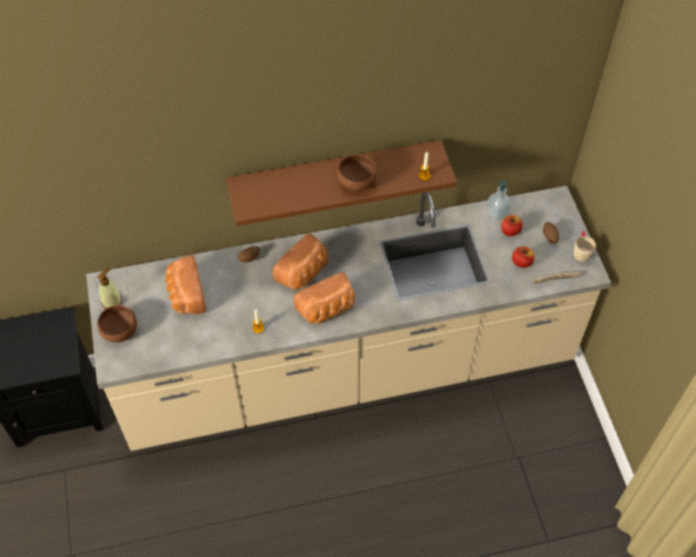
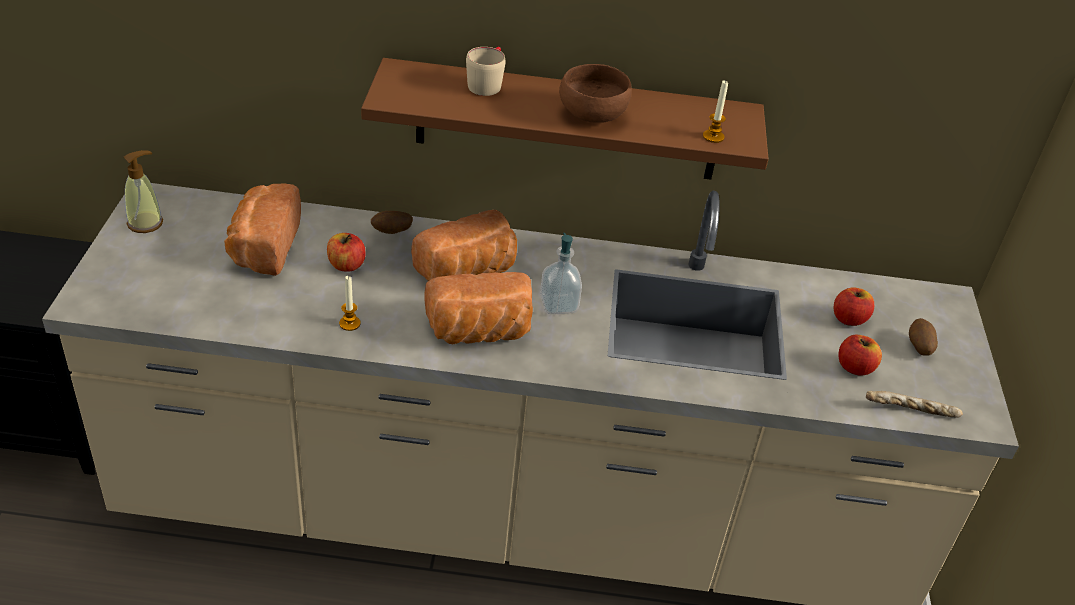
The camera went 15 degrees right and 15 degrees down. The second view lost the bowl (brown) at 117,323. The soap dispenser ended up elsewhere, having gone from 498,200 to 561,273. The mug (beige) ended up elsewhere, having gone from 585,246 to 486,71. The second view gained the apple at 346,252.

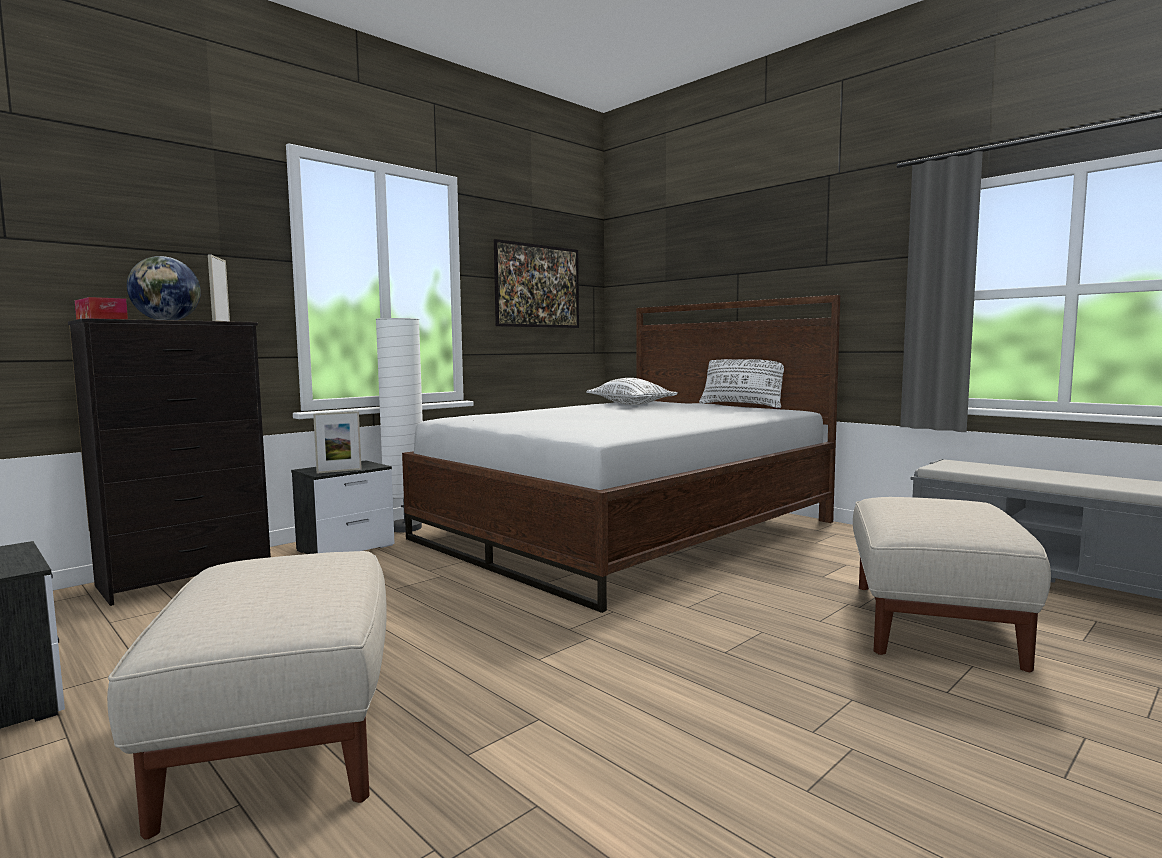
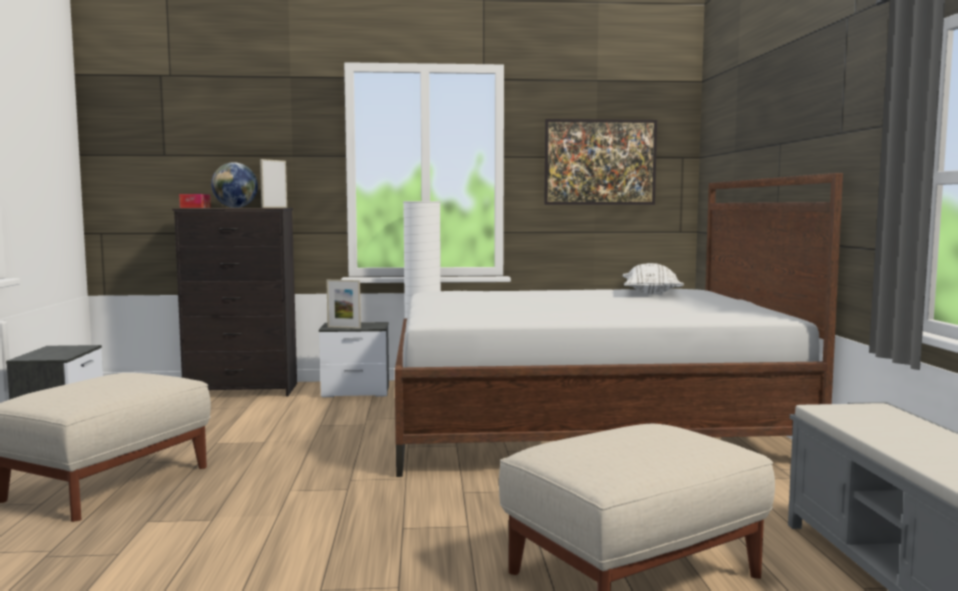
The camera went 40 degrees right and 0 degrees up. The second view lost the pillow (white) at 741,383.

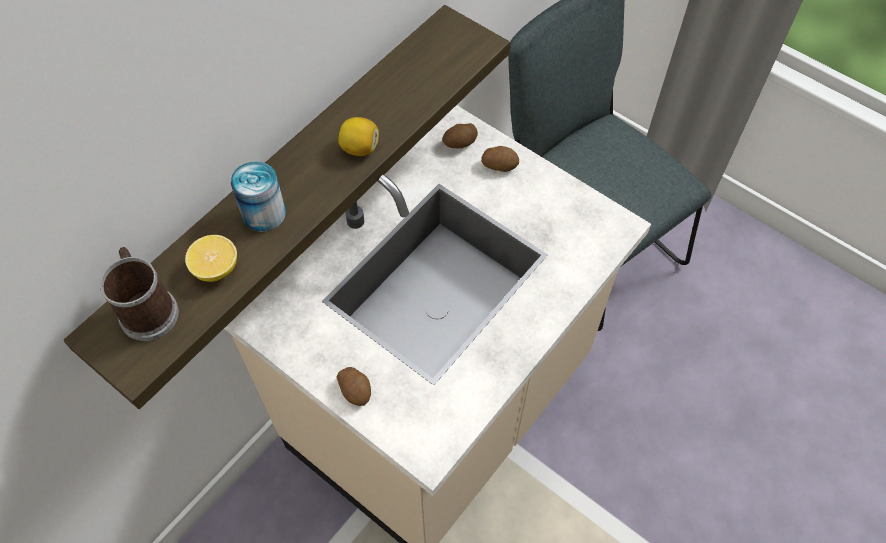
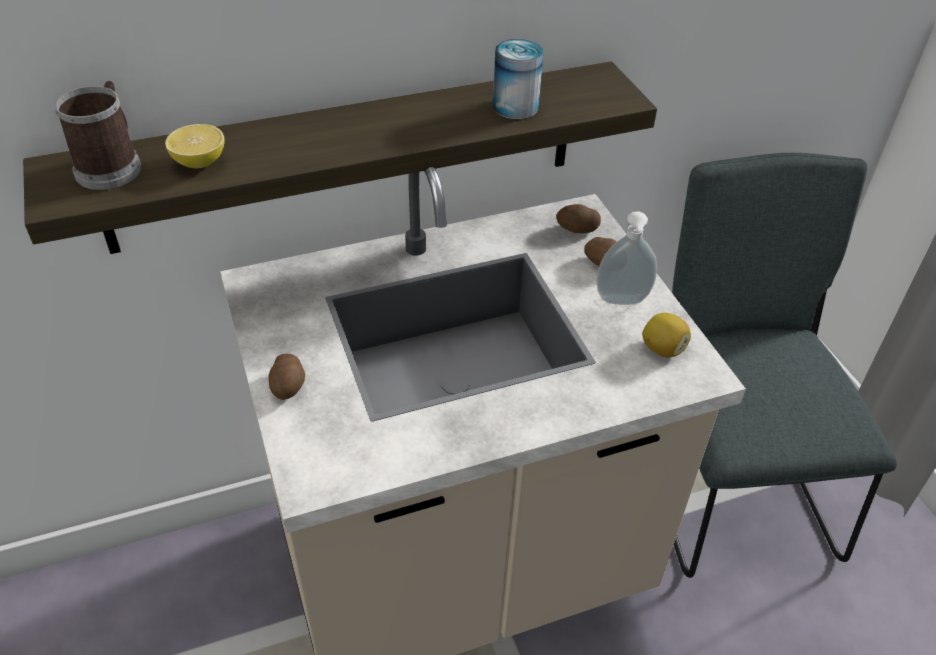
The camera went 30 degrees right and 15 degrees down. The can ended up elsewhere, having gone from 258,196 to 518,79. The lemon ended up elsewhere, having gone from 358,136 to 667,335. The second view gained the soap dispenser at 626,258.

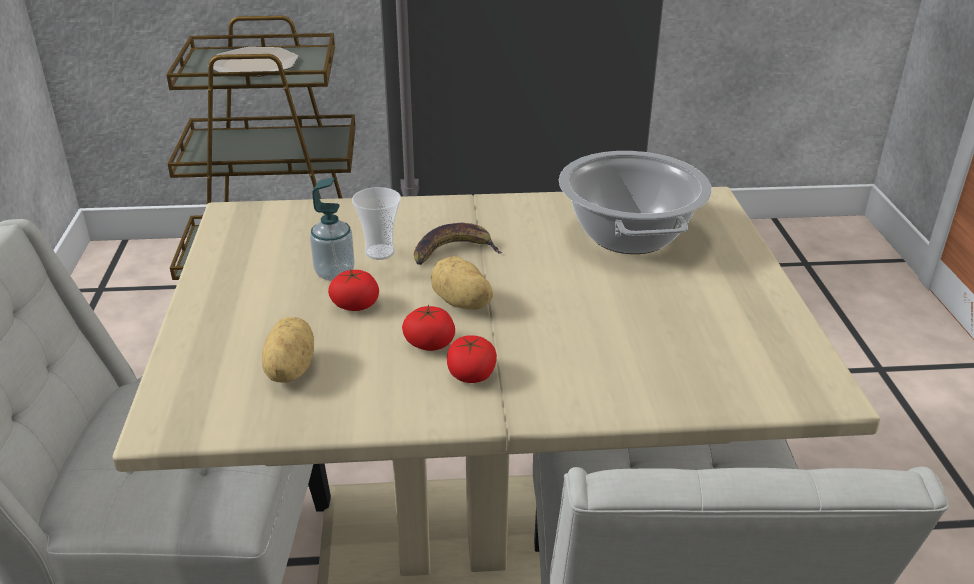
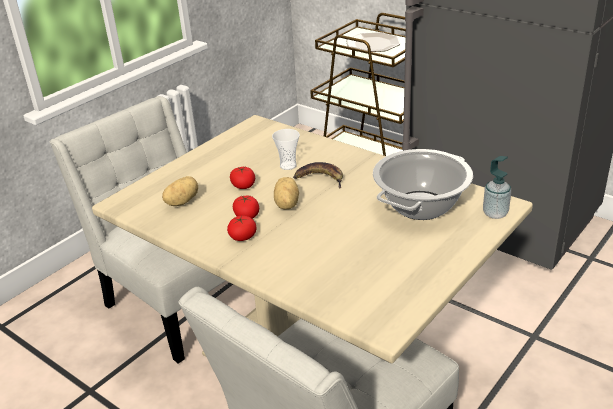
The camera went 45 degrees right and 0 degrees up. The soap dispenser ended up elsewhere, having gone from 332,229 to 497,187.

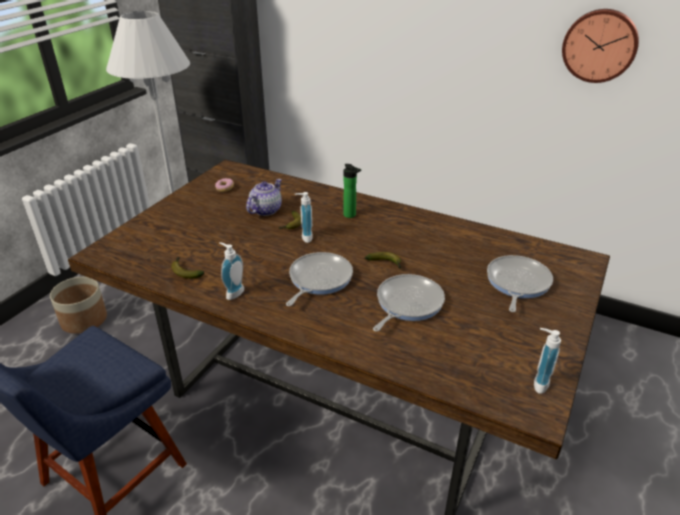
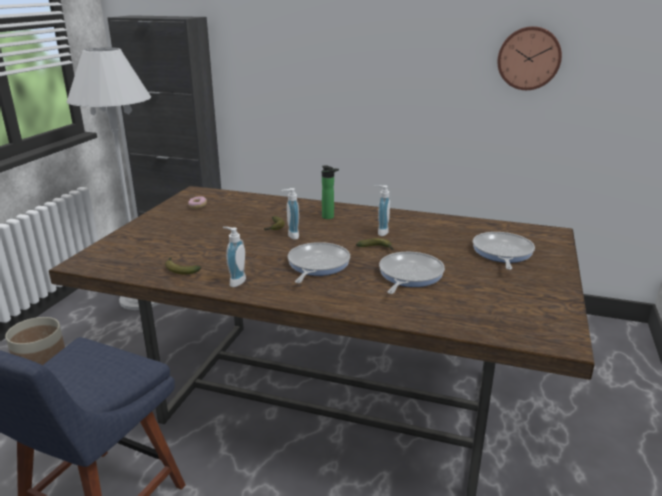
The camera went 10 degrees left and 10 degrees down. The second view lost the teapot at 264,197. The soap dispenser ended up elsewhere, having gone from 547,361 to 382,210.

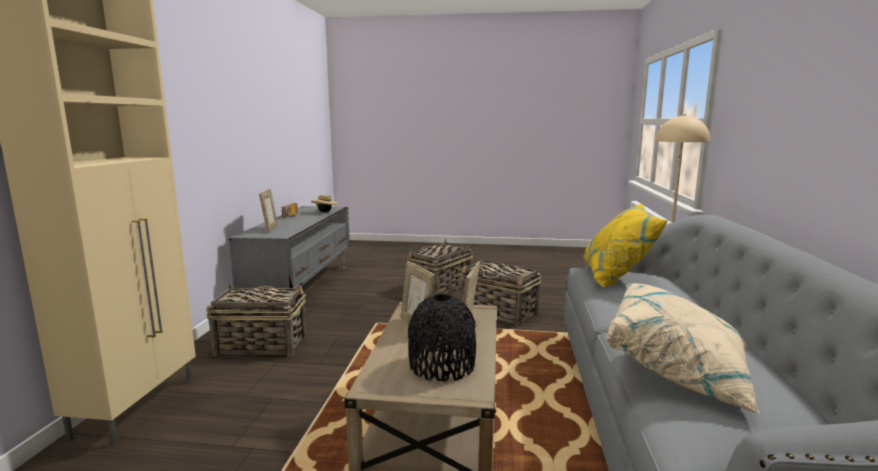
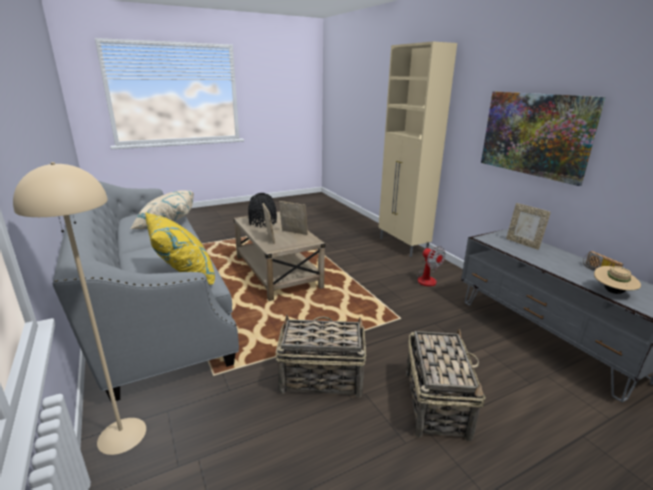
The camera went 145 degrees right and 10 degrees up. Where the basket stood at 256,319, the fan came to stand at 431,266. The second view gained the picture at 543,138.

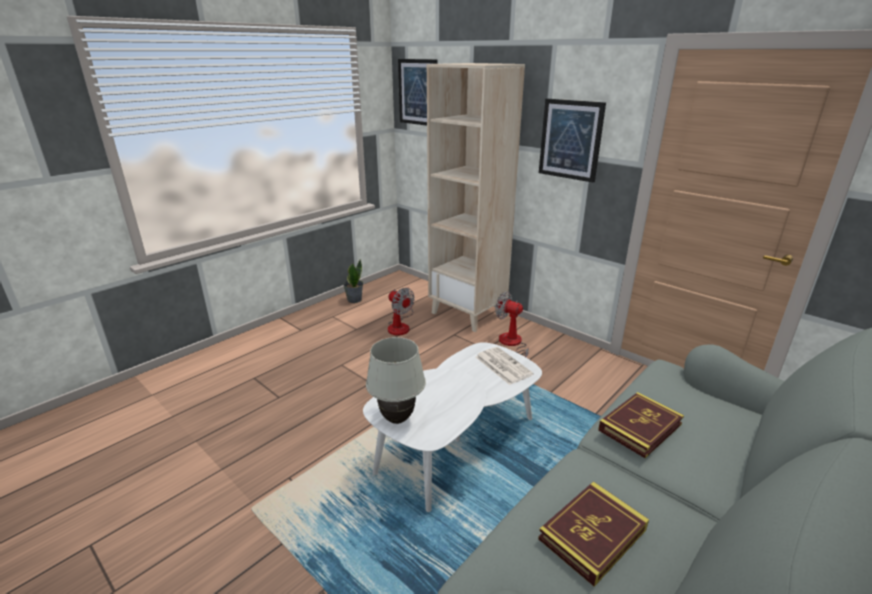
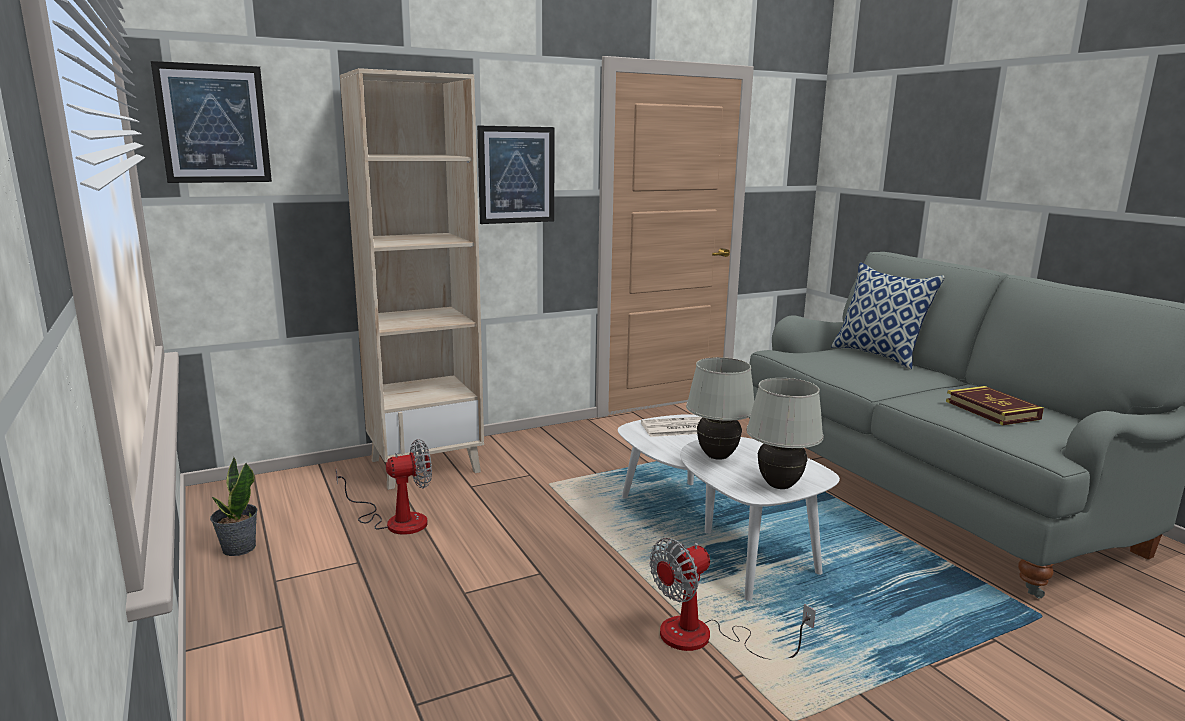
The camera went 70 degrees left and 10 degrees down. The fan ended up elsewhere, having gone from 512,324 to 732,599. The second view lost the book at 641,425. The second view gained the table lamp (white) at 720,408. The second view gained the pillow at 888,316.

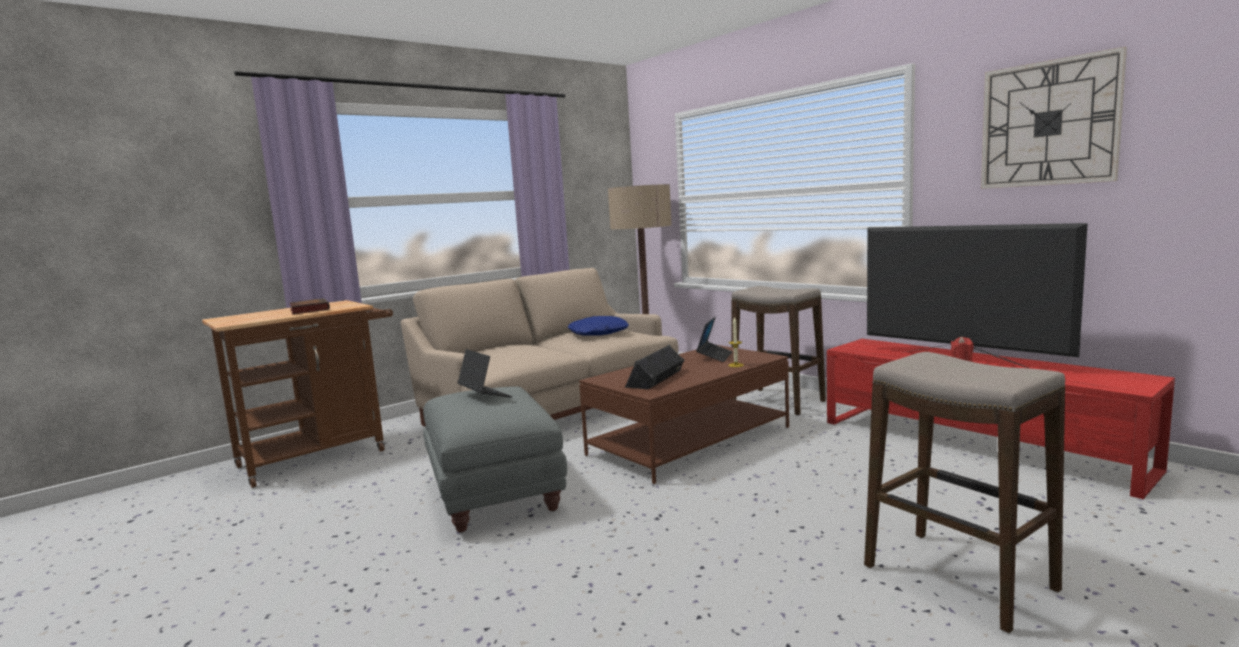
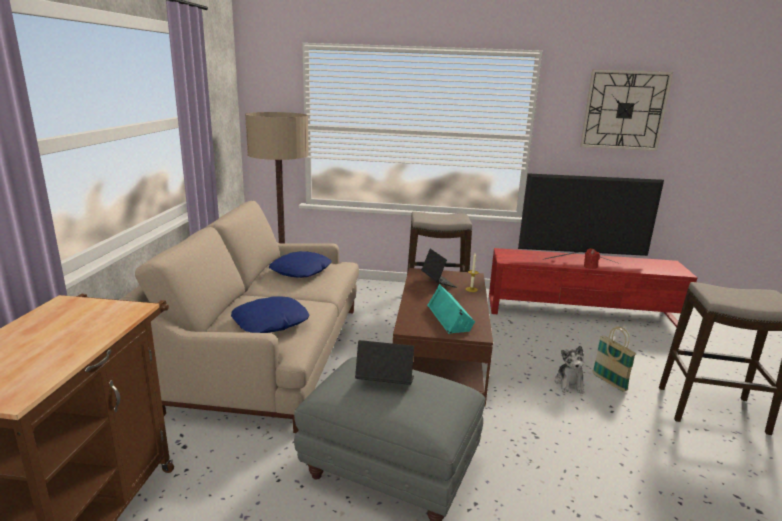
The camera went 45 degrees left and 10 degrees up. The second view lost the book at 309,306. What was the speaker (black) at 654,367 turned into the speaker (turquoise) at 451,309. The second view gained the pillow (blue) at 270,314. The second view gained the plush toy at 570,369. The second view gained the basket at 614,359.

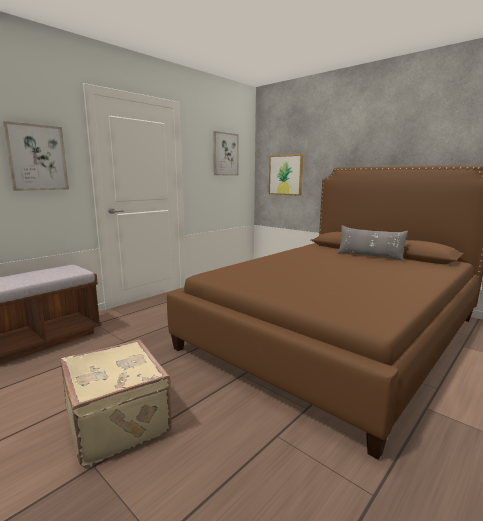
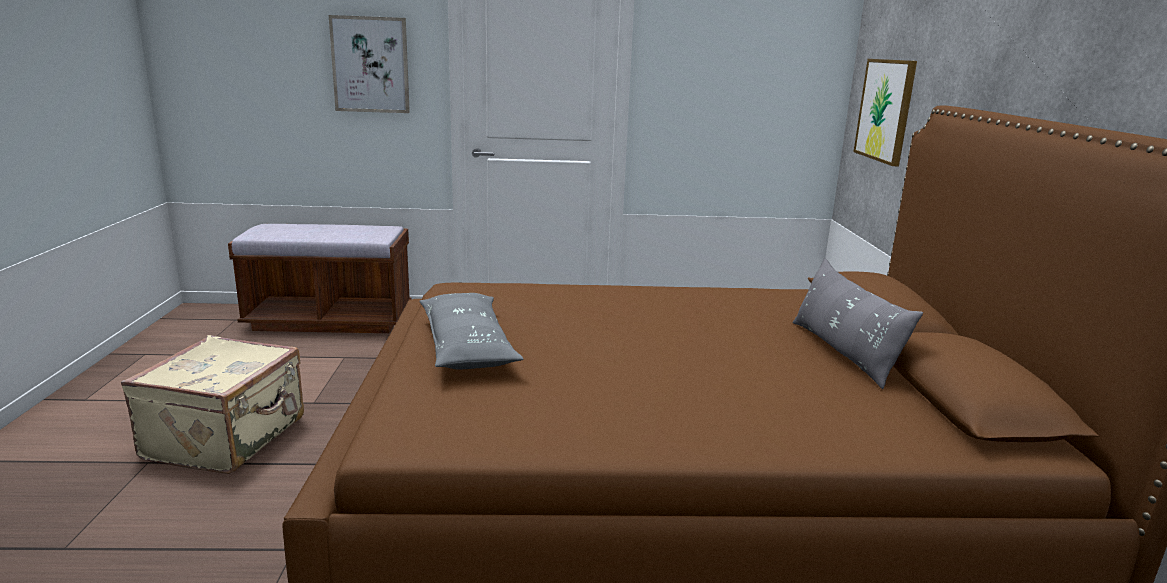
The camera went 45 degrees right and 5 degrees up. The second view lost the picture at 225,153. The second view gained the pillow (grey) at 471,331.

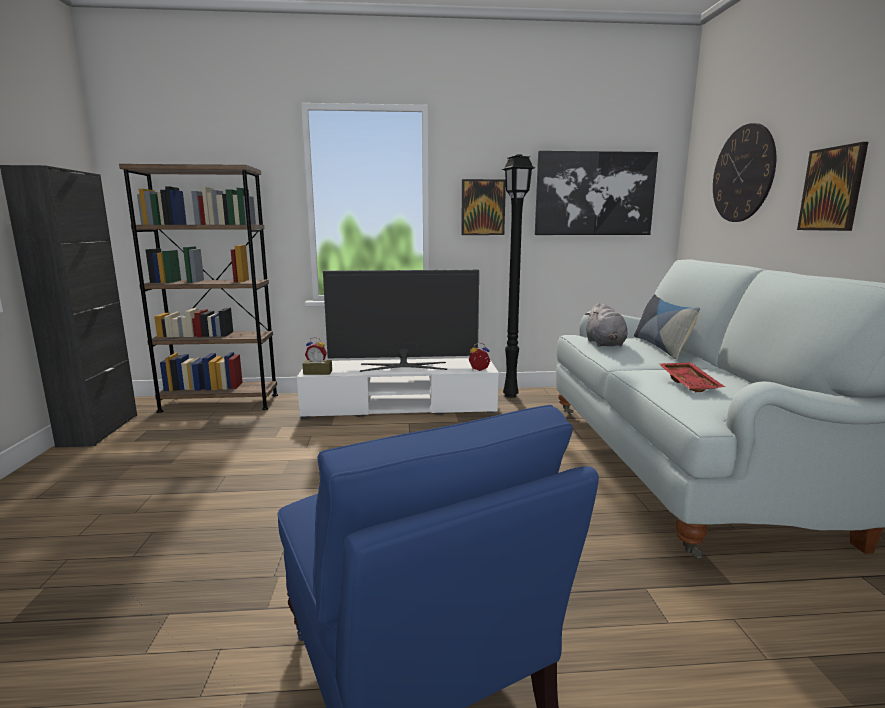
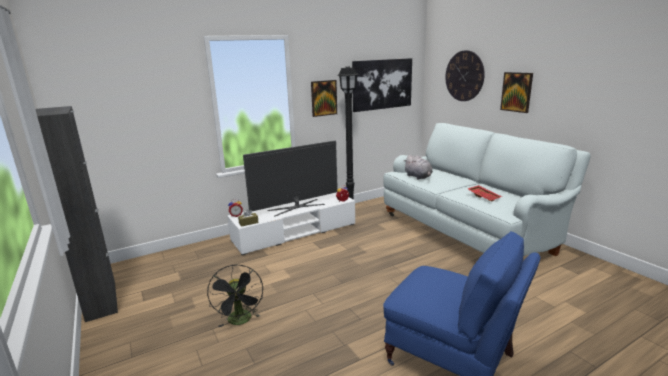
The camera went 25 degrees left and 5 degrees up. The second view lost the bookcase (brown) at 198,288. The second view lost the pillow at 667,326. The second view gained the fan (black) at 235,296.

